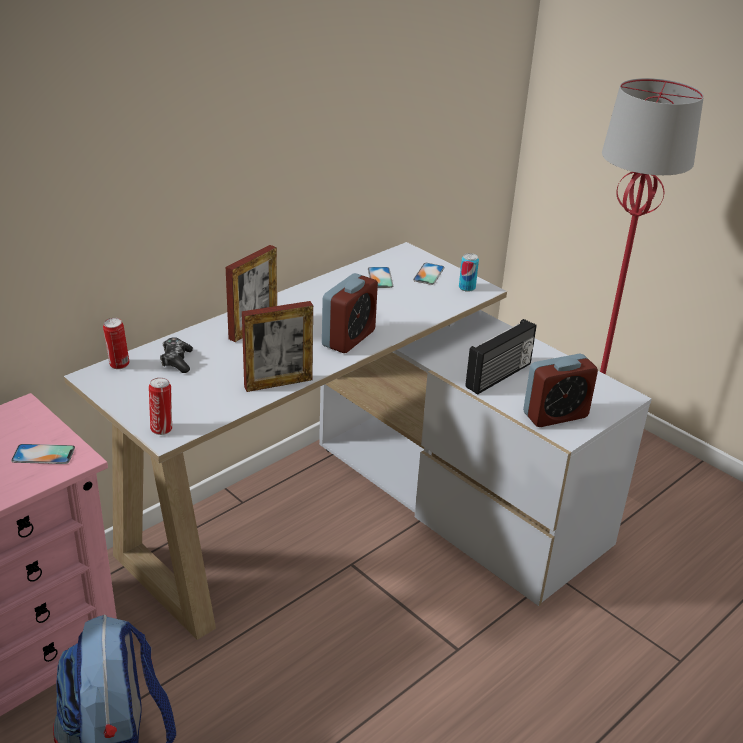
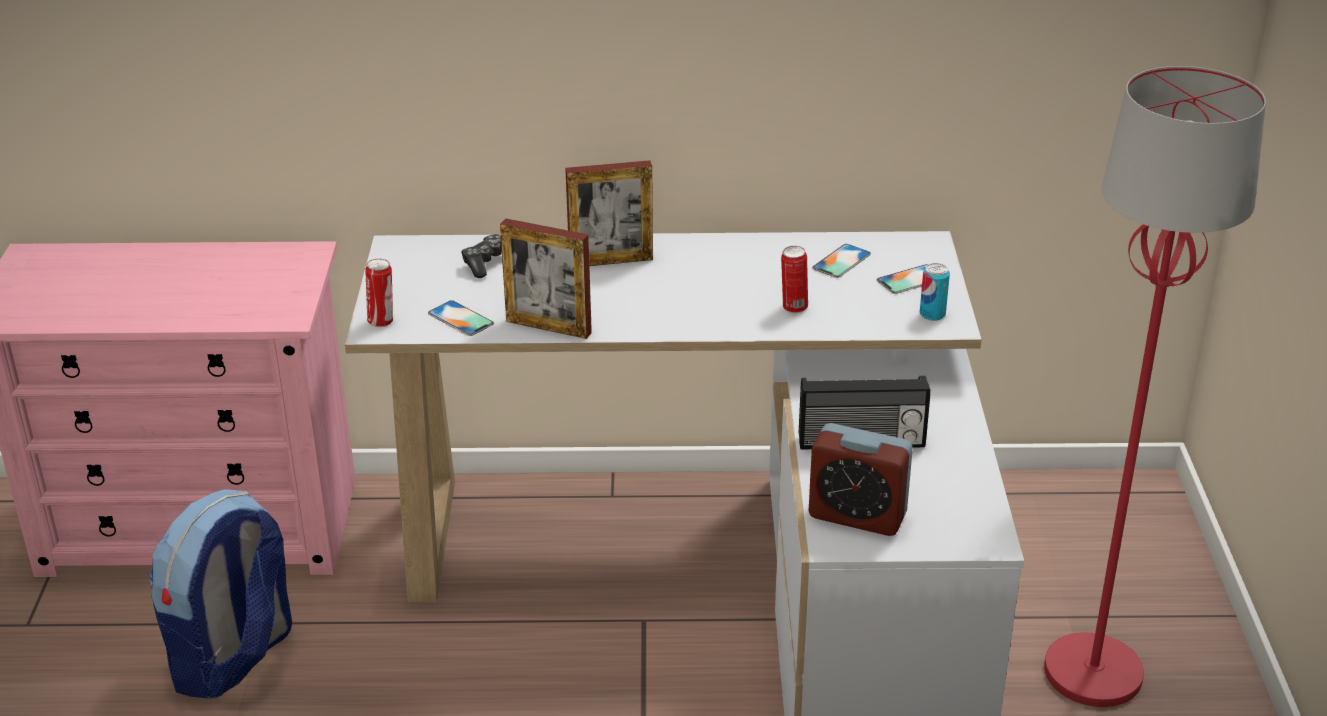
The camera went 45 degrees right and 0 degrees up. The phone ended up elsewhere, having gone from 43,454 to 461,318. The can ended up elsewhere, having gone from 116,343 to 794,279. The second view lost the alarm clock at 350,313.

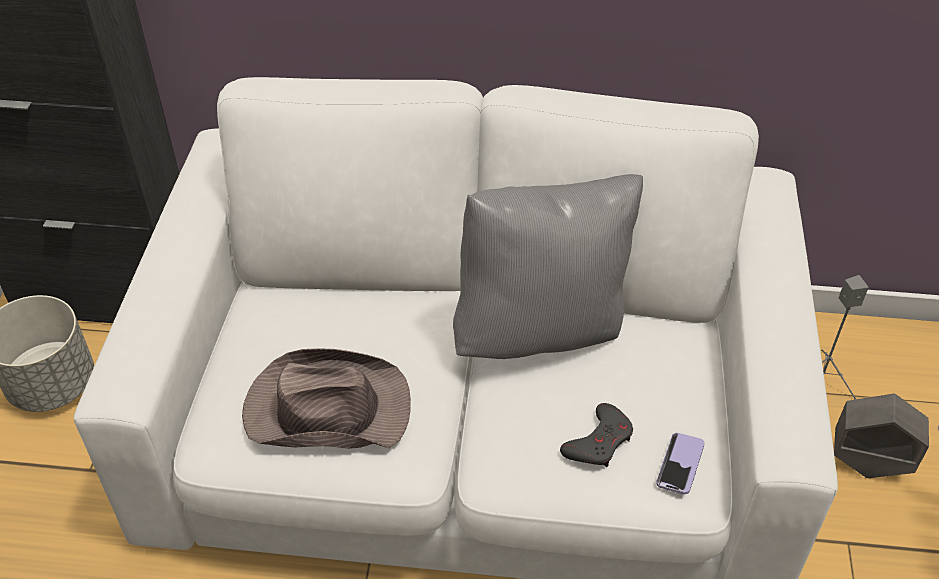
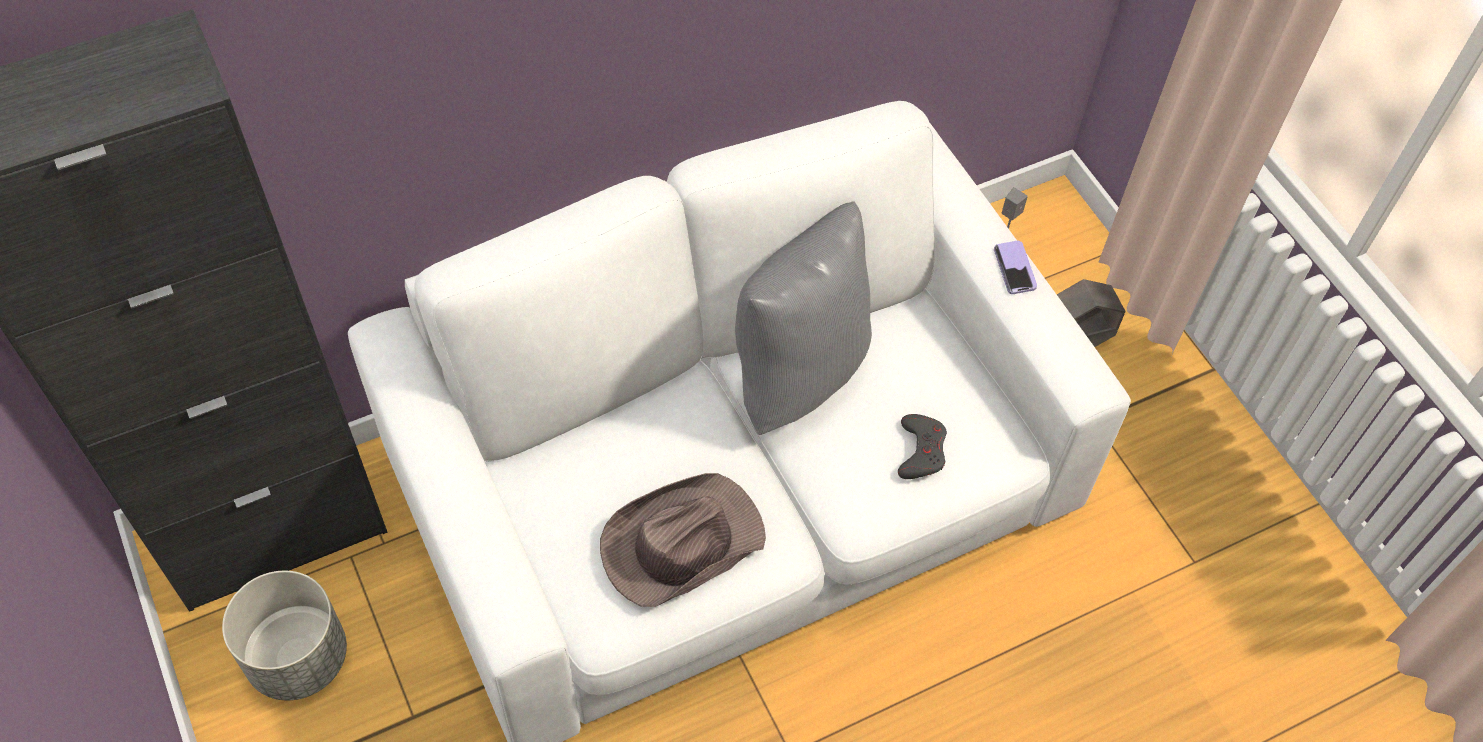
The camera went 35 degrees left and 10 degrees up. The phone ended up elsewhere, having gone from 680,463 to 1015,267.

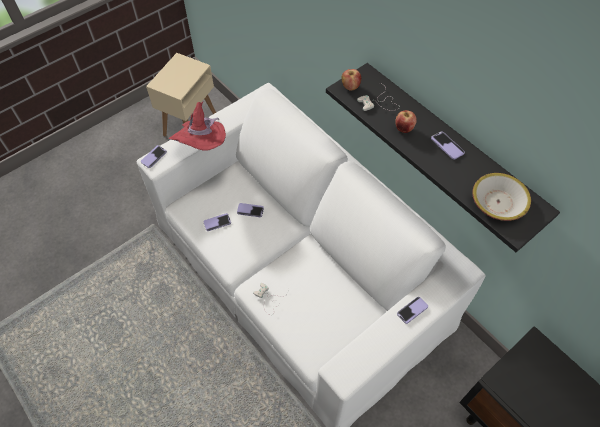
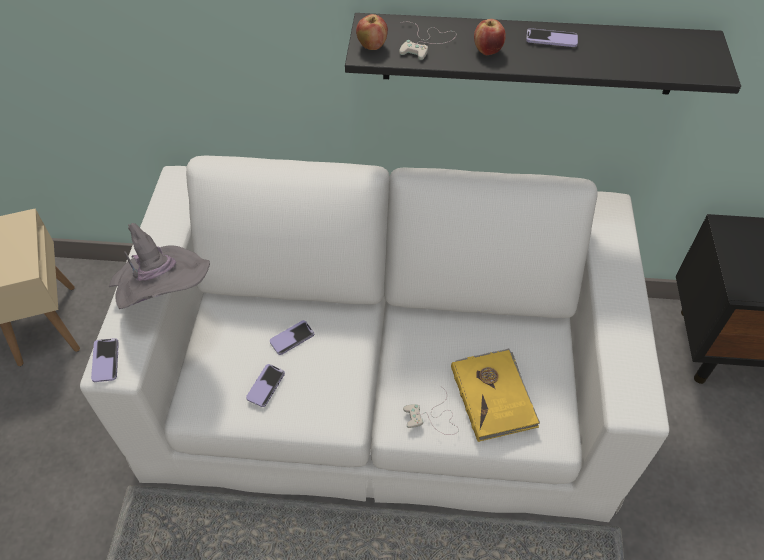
The camera went 45 degrees left and 5 degrees down. What was the hat (red) at 197,126 turned into the hat (grey) at 159,266. The second view lost the phone at 412,310. The second view lost the bowl at 502,197. The second view gained the book (yellow) at 495,395.

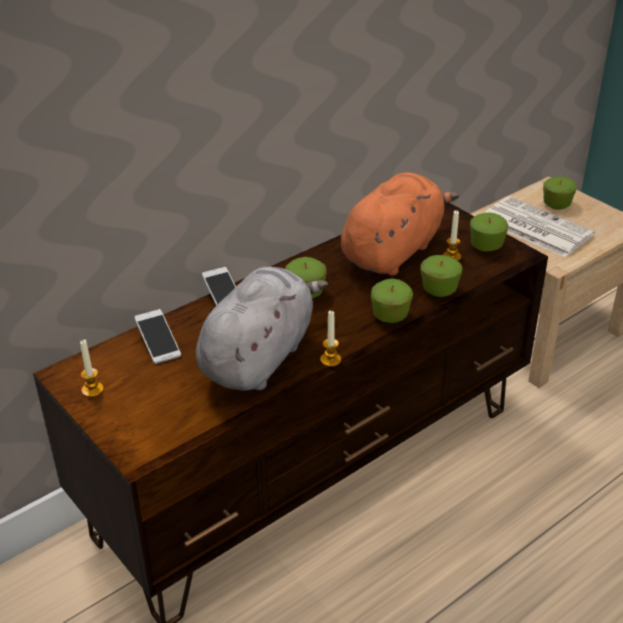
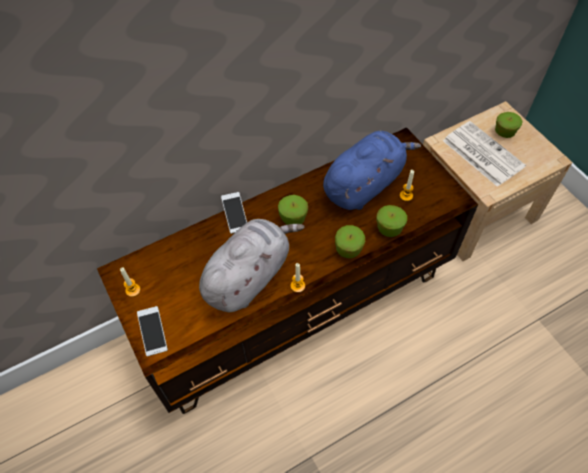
The camera went 10 degrees right and 20 degrees up. The phone ended up elsewhere, having gone from 158,336 to 152,331. What was the plush toy (orange) at 400,224 turned into the plush toy (blue) at 372,170. The second view lost the apple at 489,232.

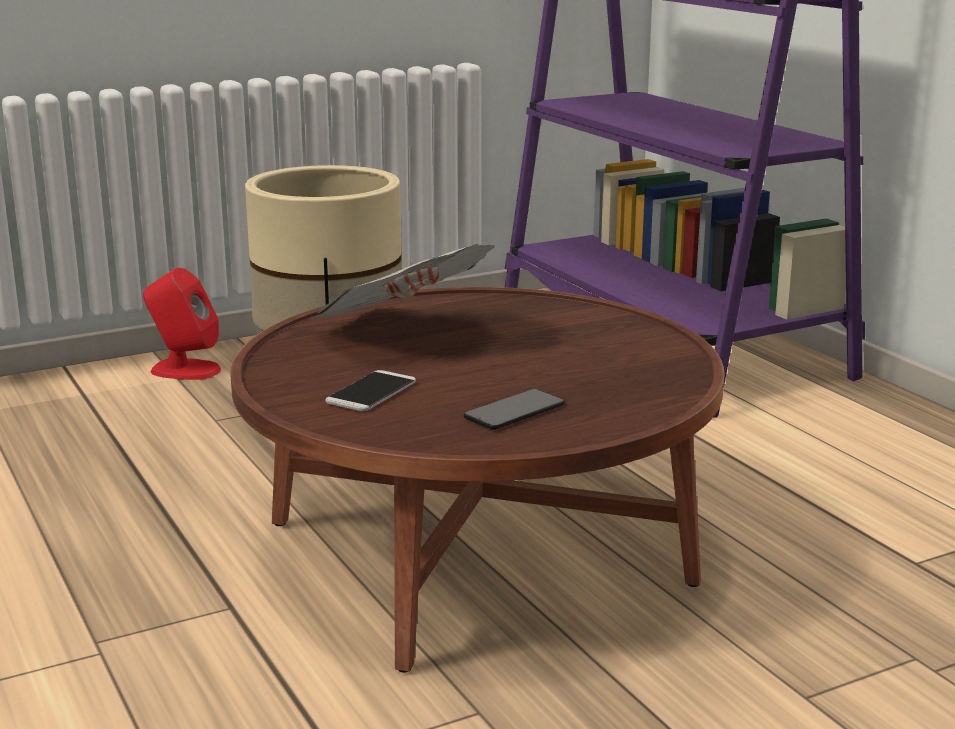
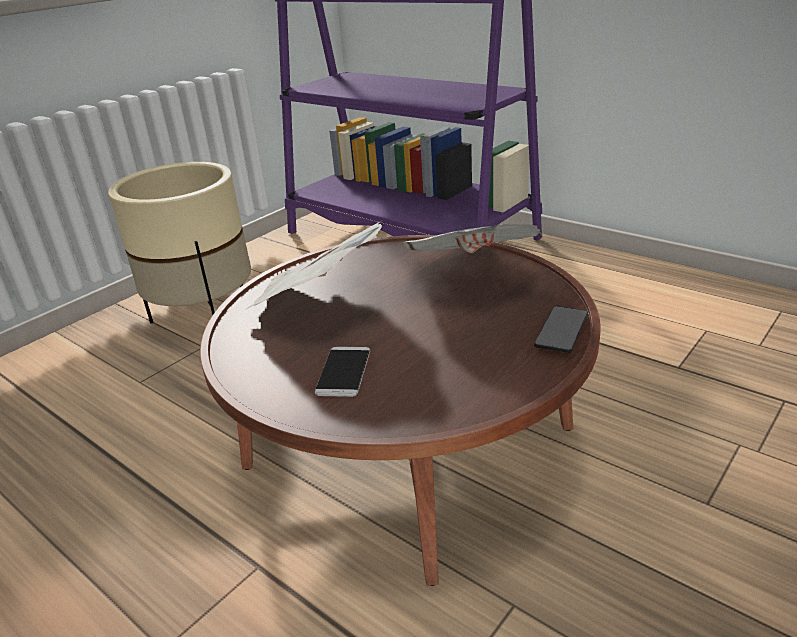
The camera went 20 degrees left and 10 degrees up. The second view lost the speaker (red) at 182,324. The phone ended up elsewhere, having gone from 514,409 to 561,329. The second view gained the newspaper at 471,238.

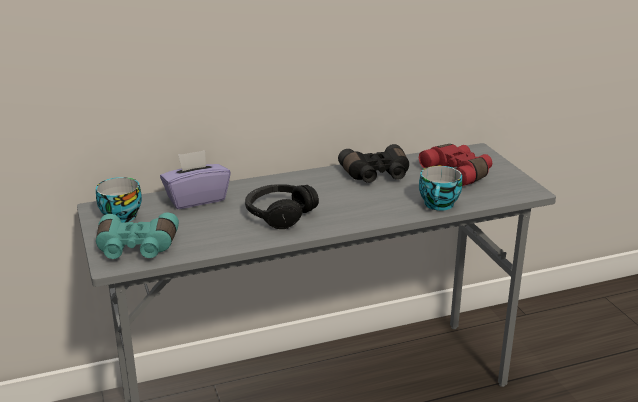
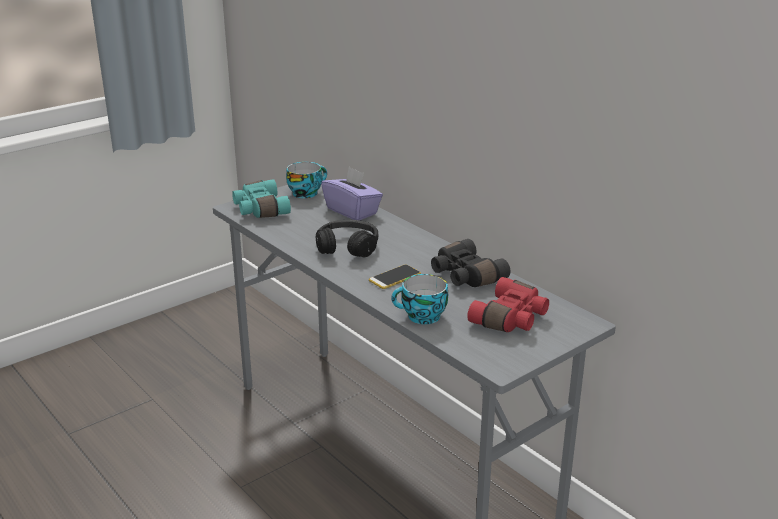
The camera went 70 degrees right and 0 degrees up. The second view gained the phone at 395,276.

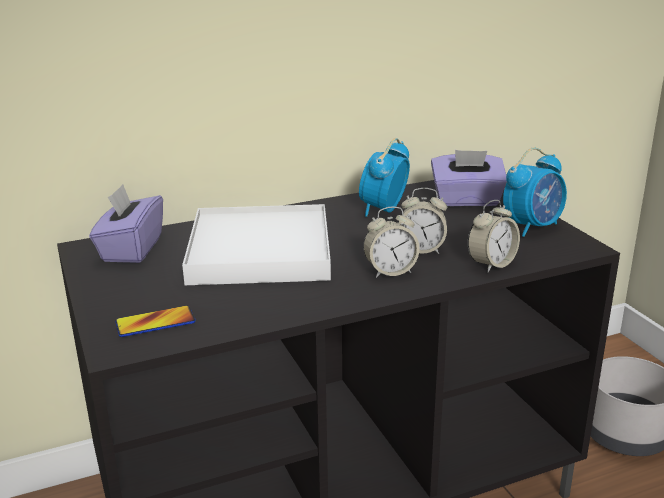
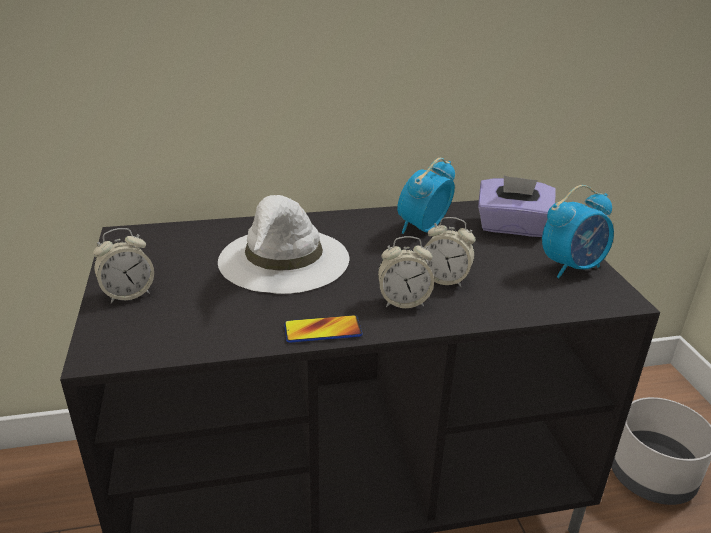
The camera went 10 degrees right and 5 degrees up. The second view lost the tissue box (purple) at 126,223. The phone ended up elsewhere, having gone from 155,321 to 323,329. Where the tray (white) stood at 256,244, the hat (white) came to stand at 284,244. The alarm clock ended up elsewhere, having gone from 494,236 to 123,265.

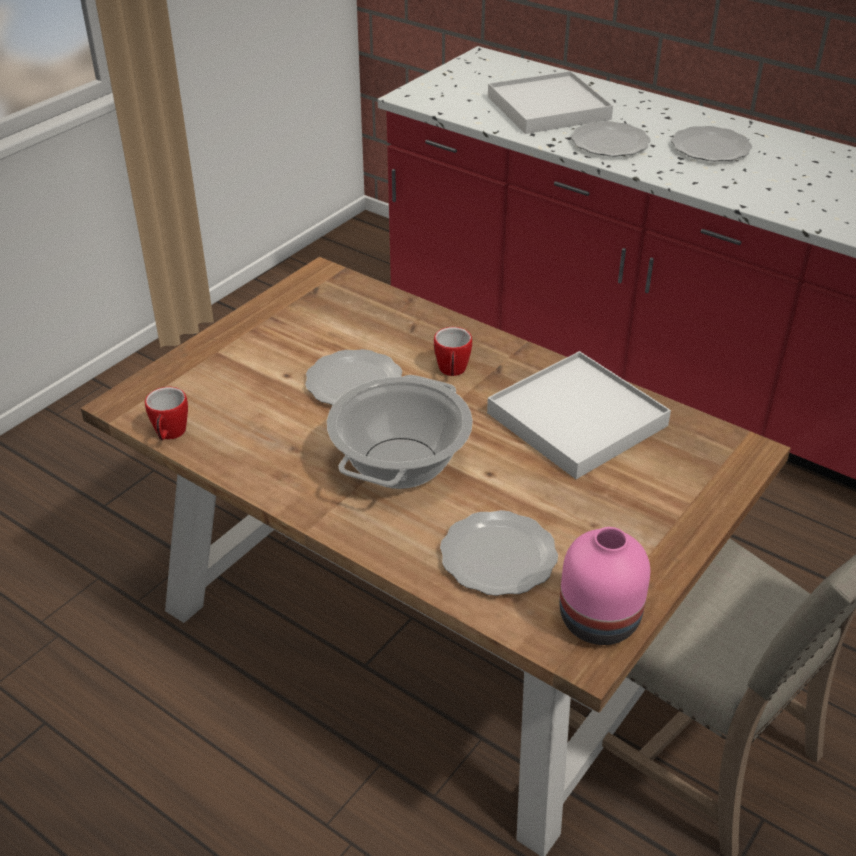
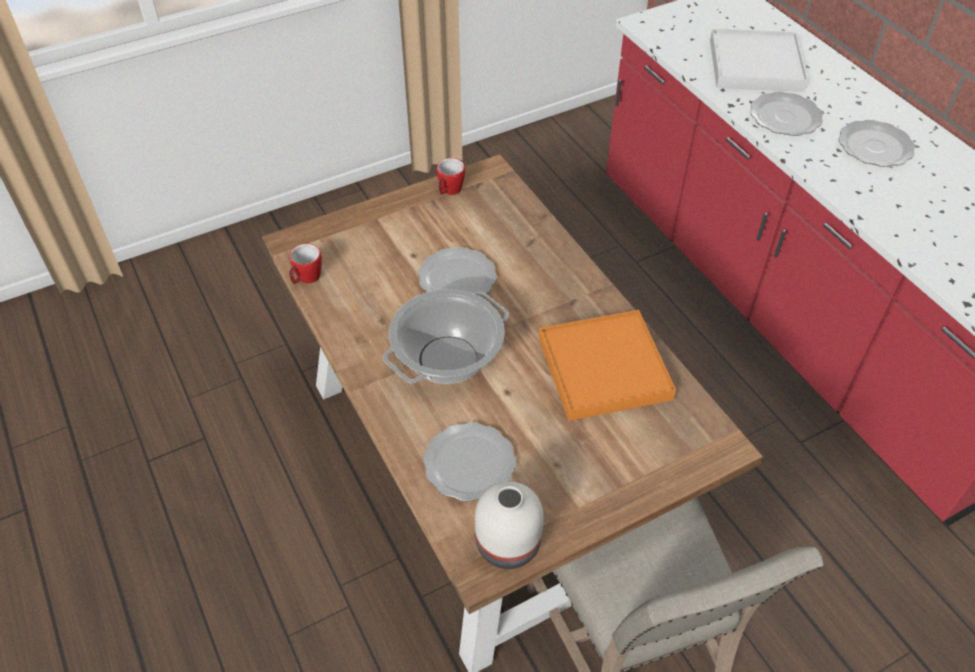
The camera went 25 degrees right and 10 degrees up. The mug ended up elsewhere, having gone from 453,351 to 451,176. What was the tray (white) at 579,415 turned into the tray (orange) at 607,365. What was the vase (pink) at 604,586 turned into the vase (white) at 509,525.

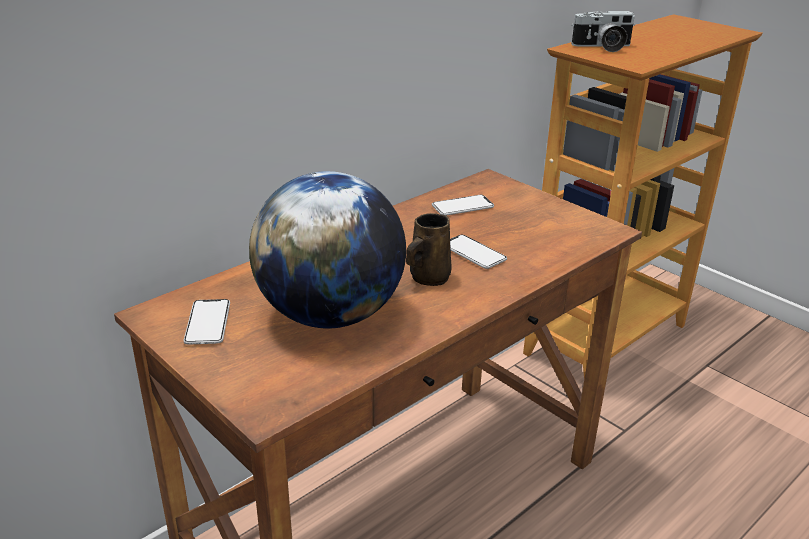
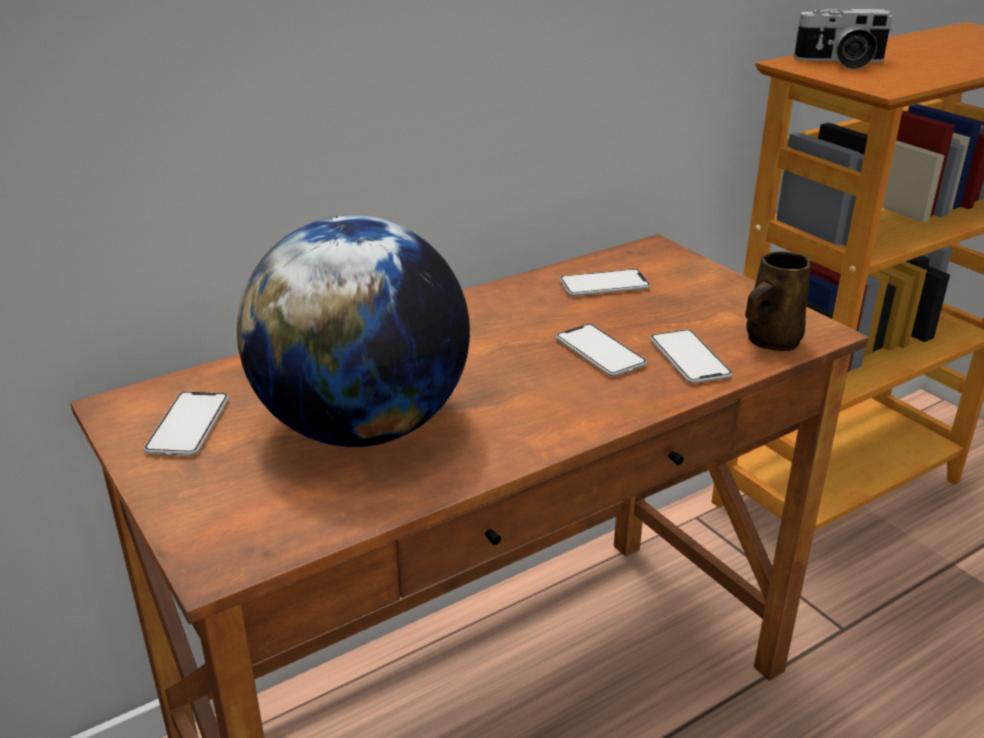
The camera went 10 degrees right and 0 degrees up. The mug (brown) ended up elsewhere, having gone from 429,249 to 777,301. The second view gained the phone at 691,356.

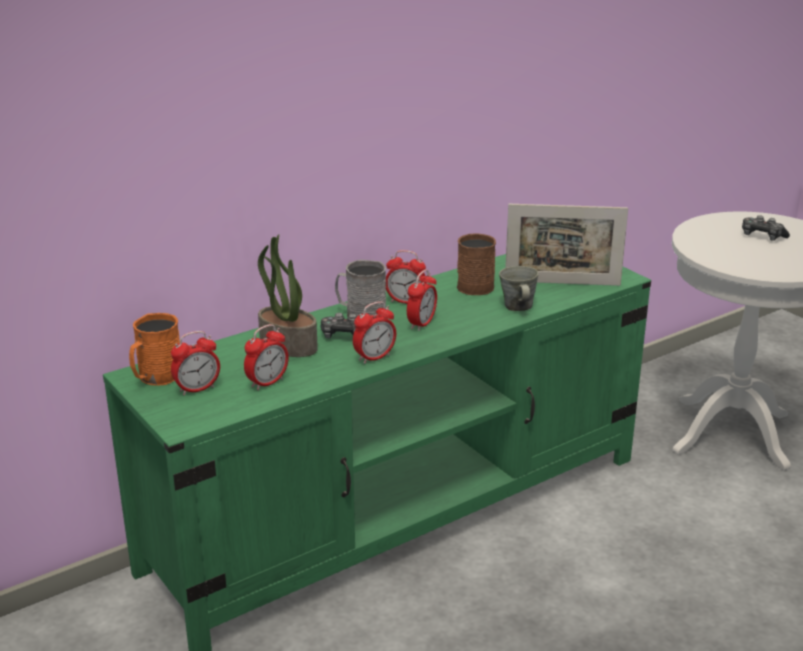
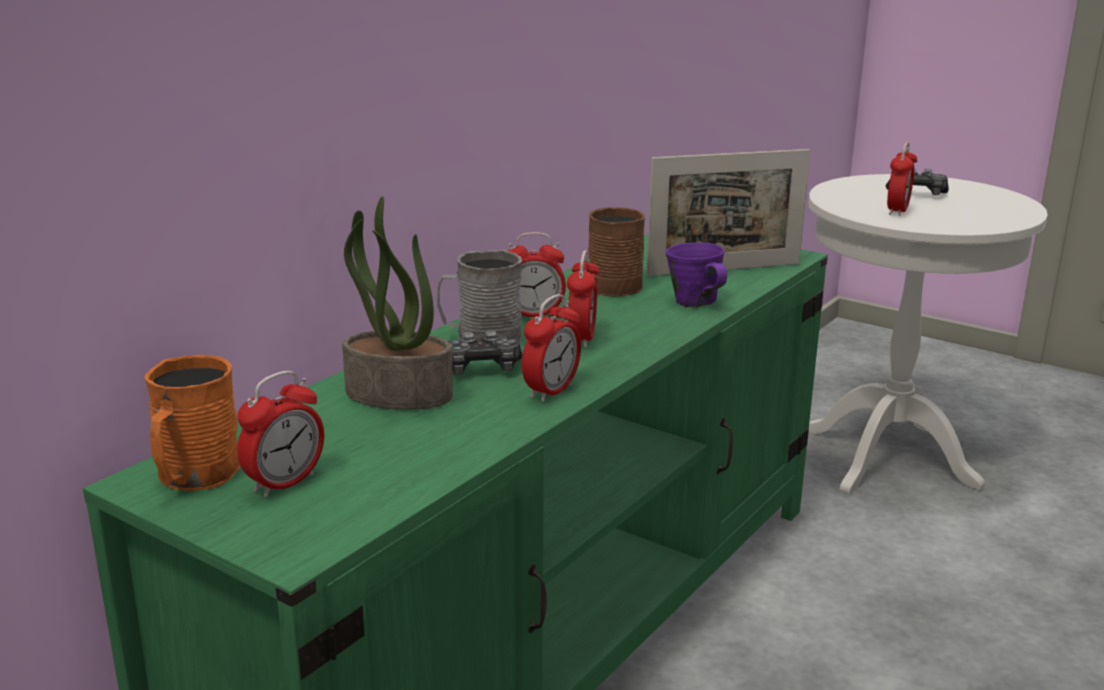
The camera went 20 degrees left and 5 degrees down. The alarm clock ended up elsewhere, having gone from 266,357 to 902,179. What was the mug (grey) at 519,288 turned into the mug (purple) at 696,274.

